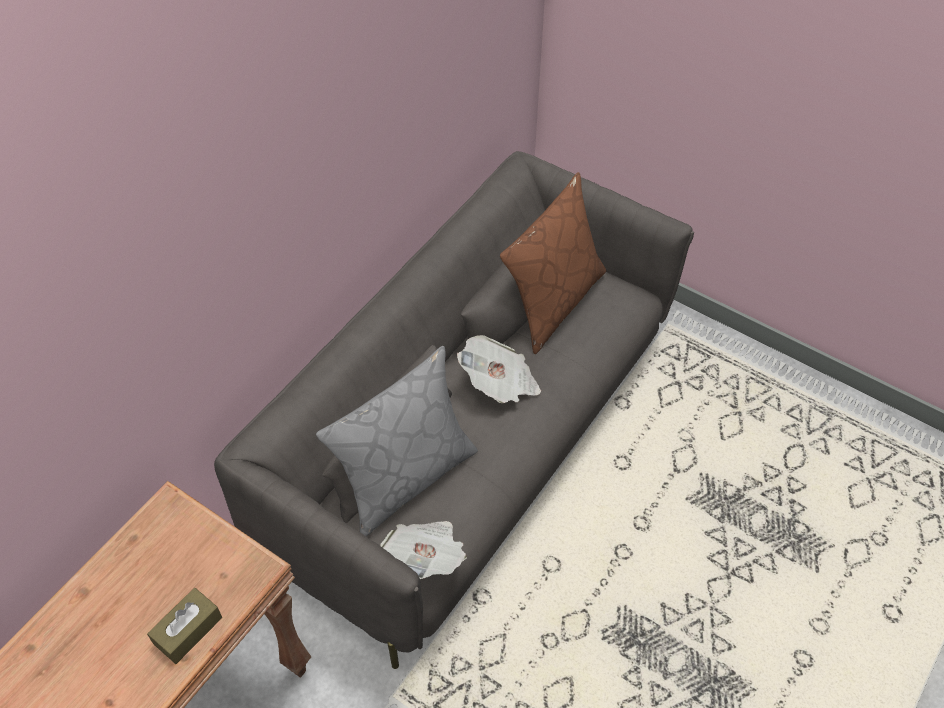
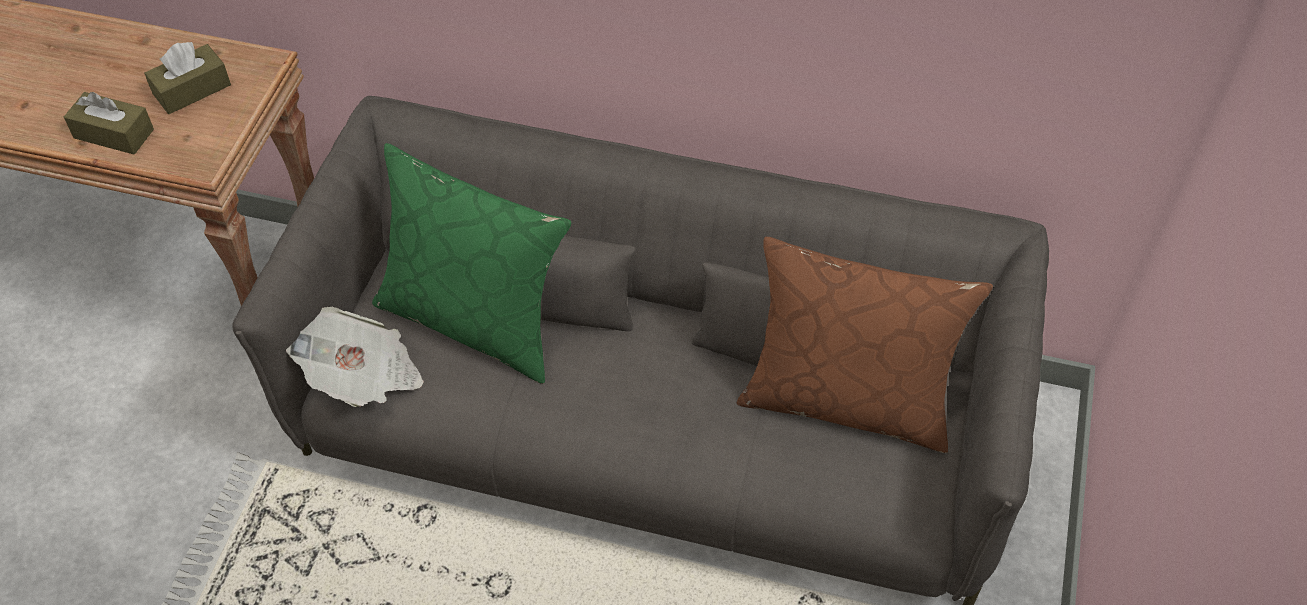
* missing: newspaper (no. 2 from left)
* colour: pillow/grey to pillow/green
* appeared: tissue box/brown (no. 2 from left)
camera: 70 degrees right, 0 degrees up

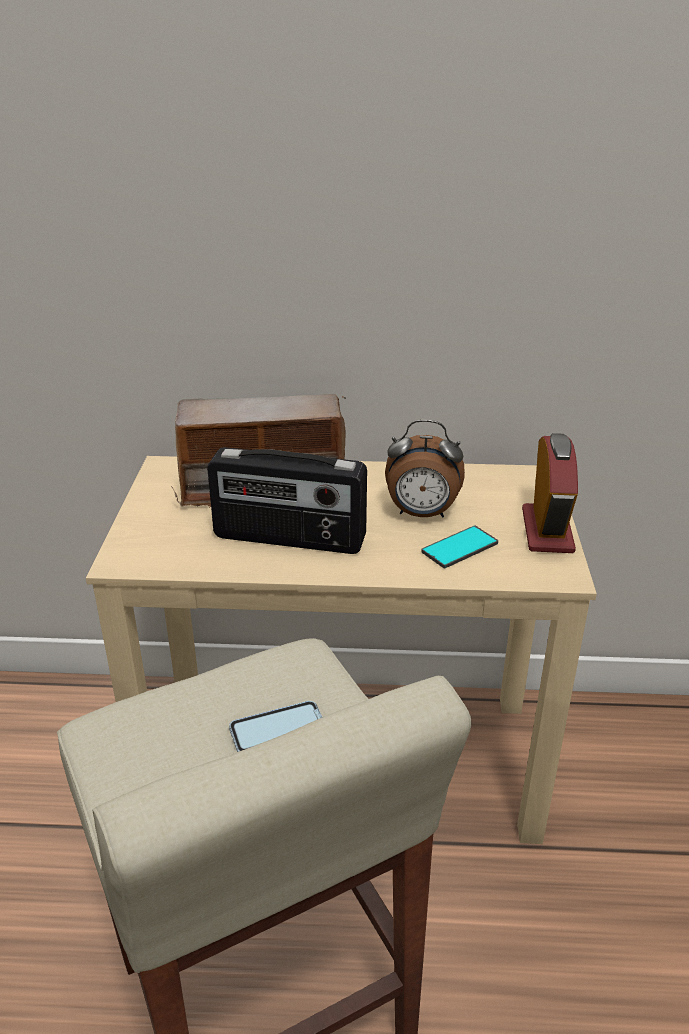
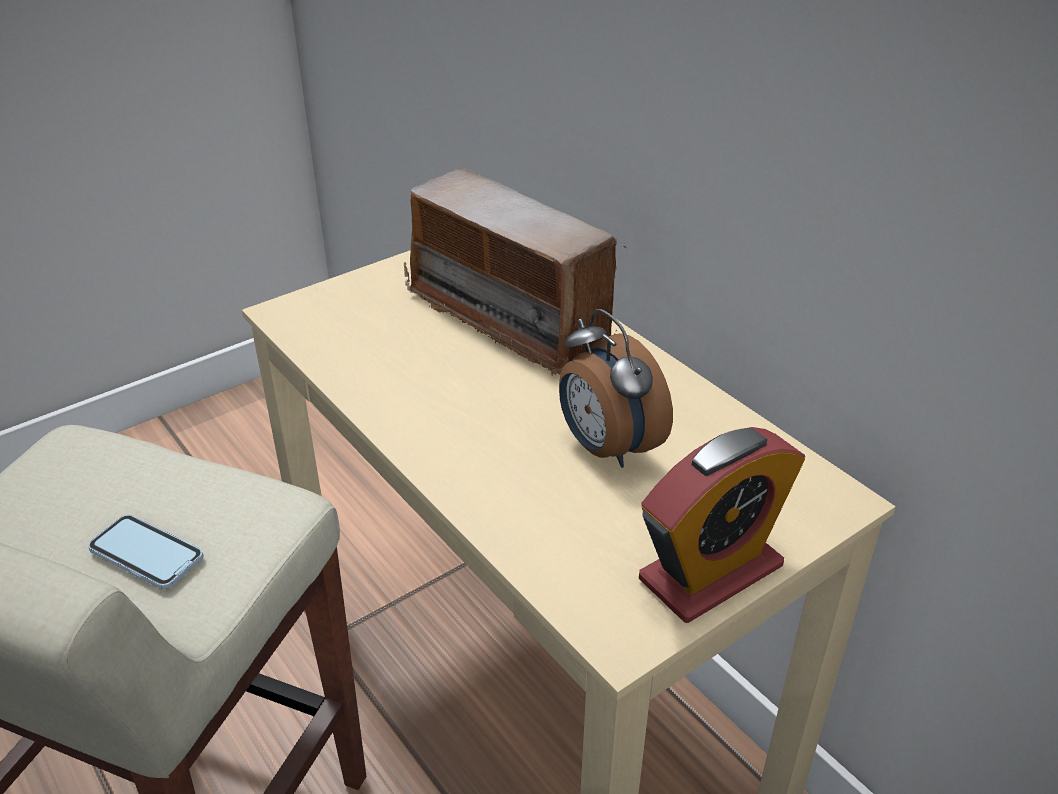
* missing: radio (no. 2 from left)
* missing: phone (no. 2 from left)
camera: 50 degrees right, 5 degrees up

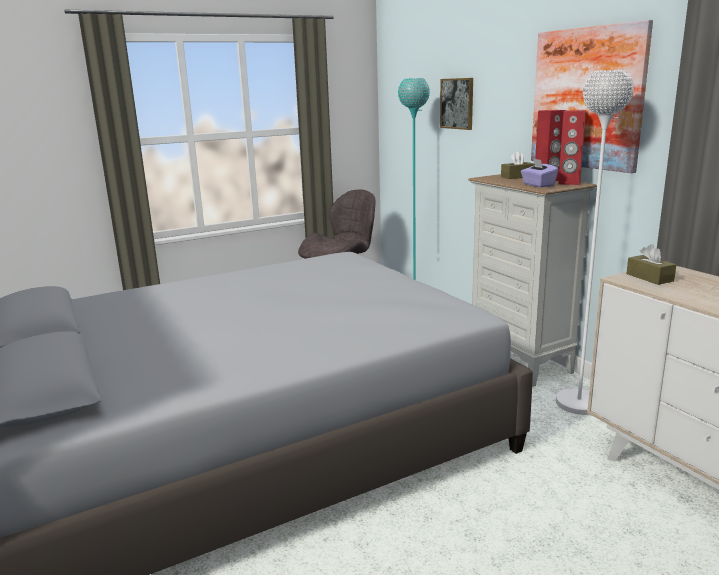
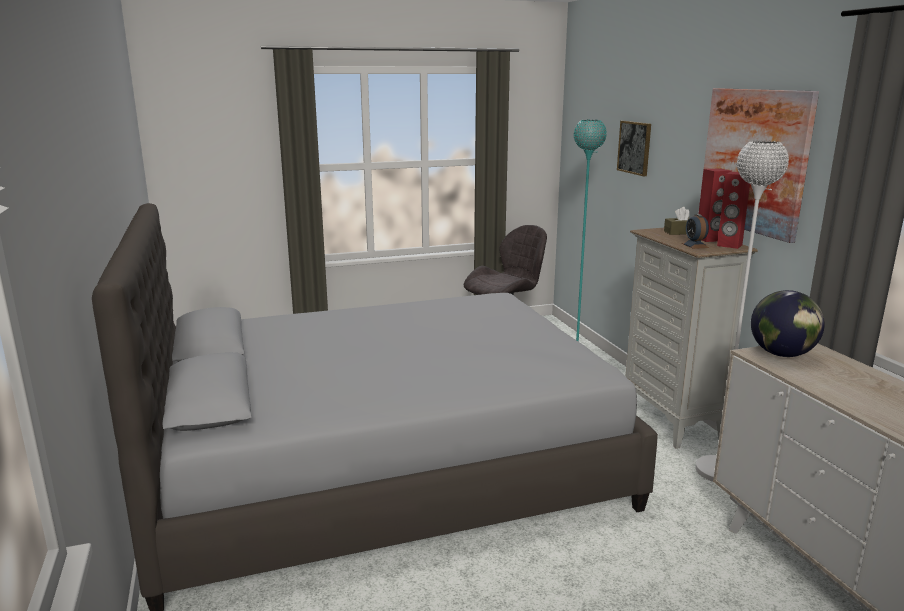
* exchanged: tissue box/purple to alarm clock
* exchanged: tissue box/brown (no. 2 from left) to globe
camera: 10 degrees right, 0 degrees up

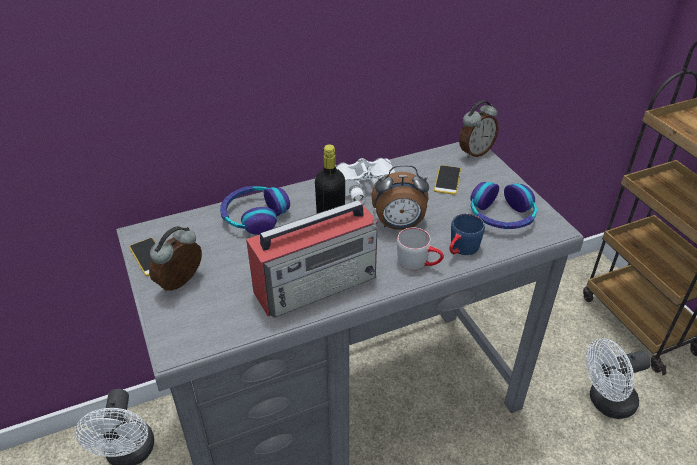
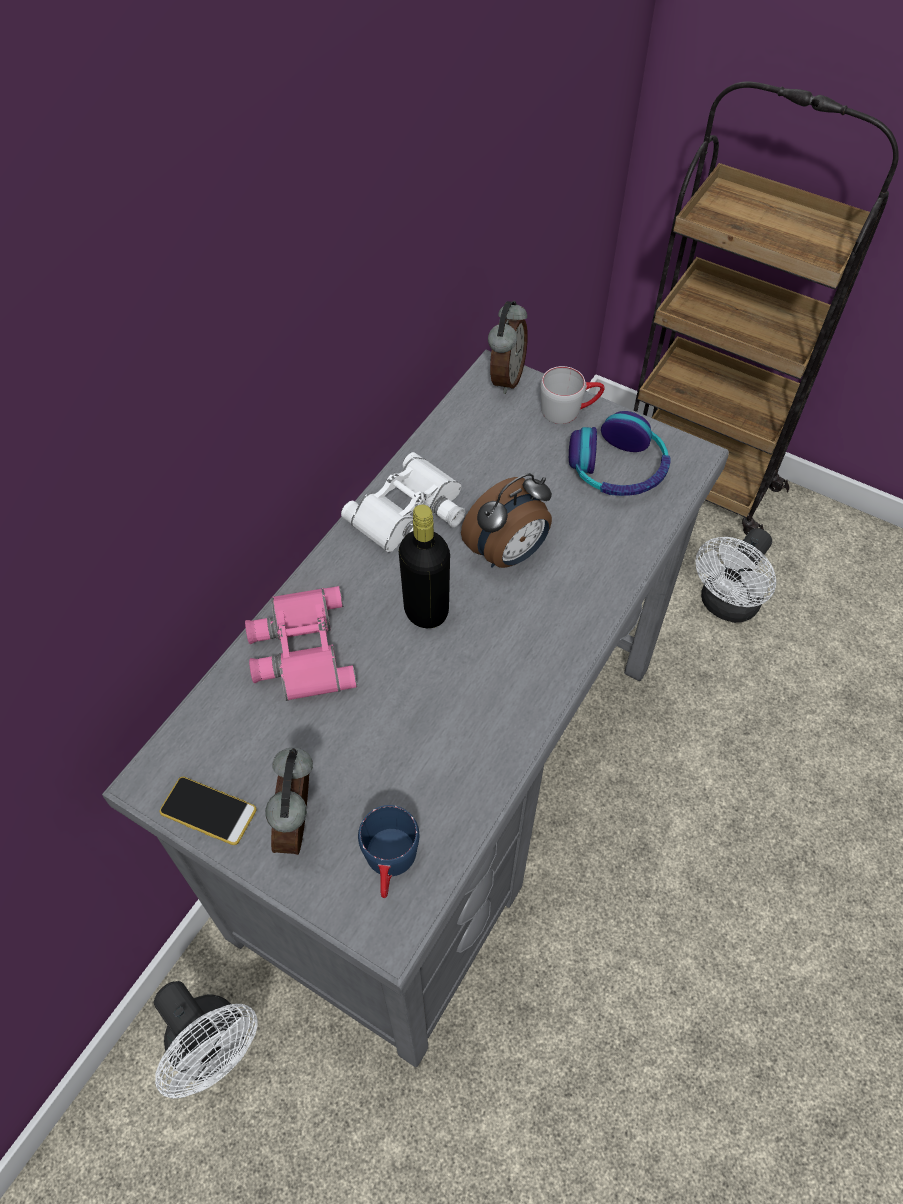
* missing: phone (no. 2 from left)
* exchanged: headphones (no. 1 from left) to binoculars/pink
* missing: radio
* relocated: mug/blue
* relocated: mug/grey
camera: 35 degrees left, 15 degrees up

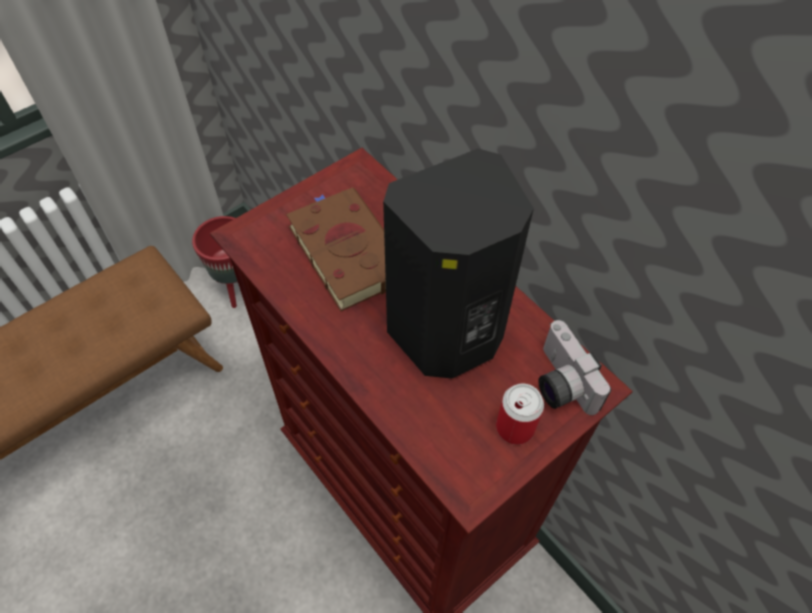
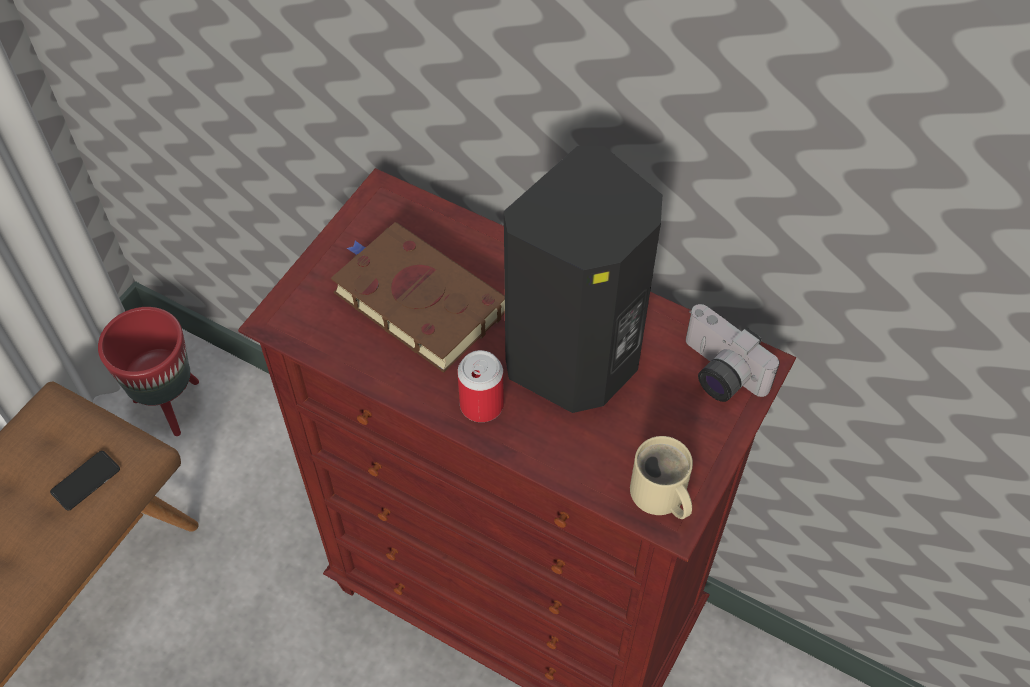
* relocated: can
* appeared: mug/beige
* appeared: phone
camera: 20 degrees left, 0 degrees up

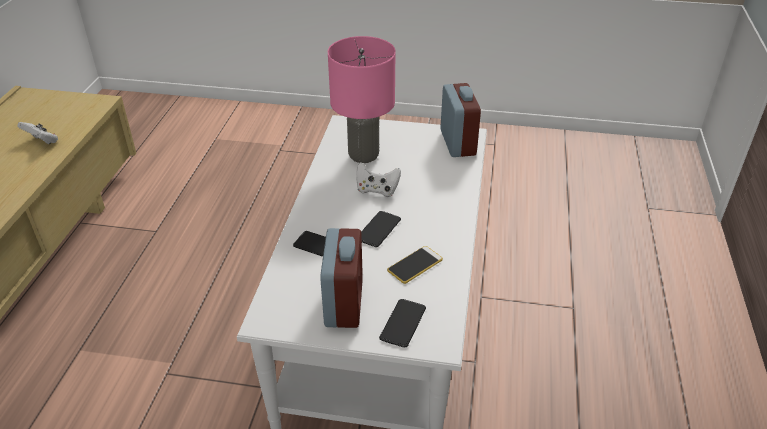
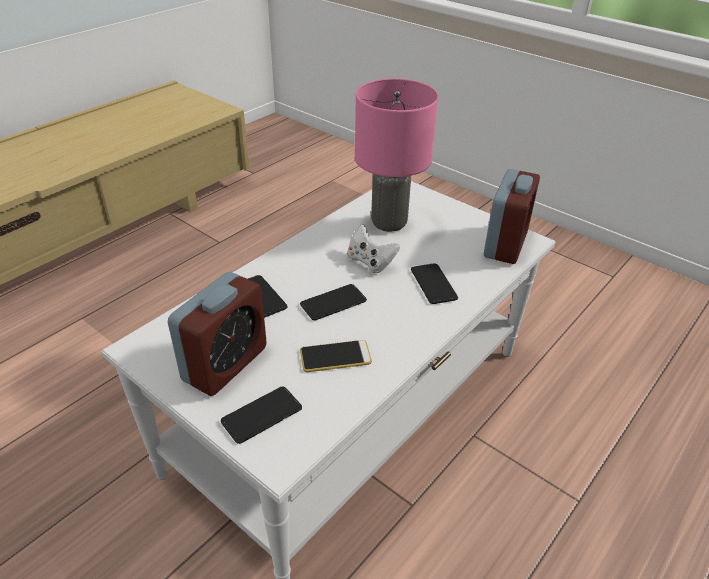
* missing: game controller/white (no. 1 from left)
* appeared: phone (no. 5 from left)
camera: 30 degrees right, 0 degrees up

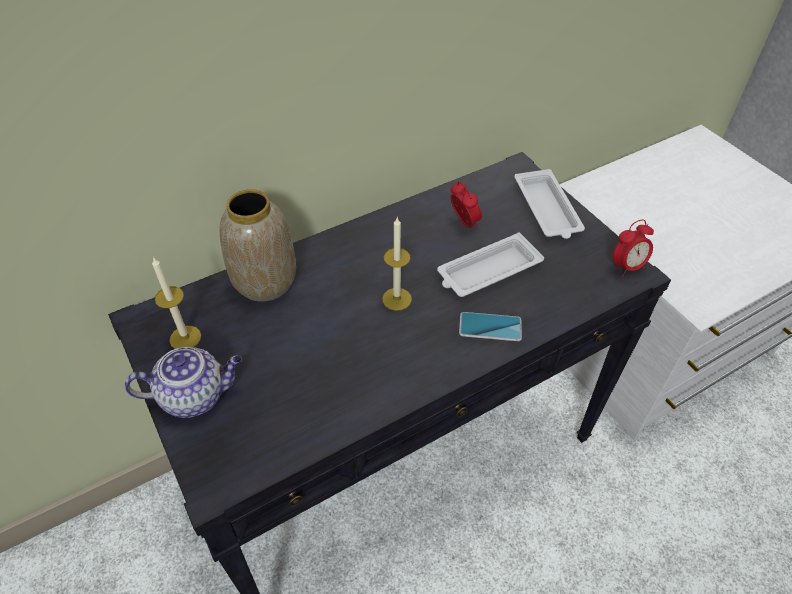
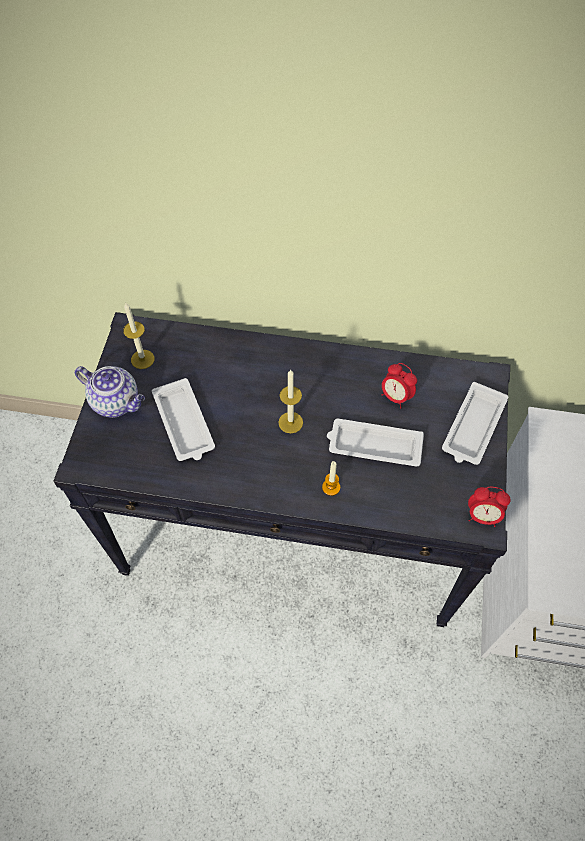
* spun: alarm clock (no. 1 from left) 120 degrees clockwise
* missing: vase
* exchanged: phone to candle (no. 3 from left)
* appeared: tray/white (no. 1 from left)
camera: 40 degrees right, 10 degrees up

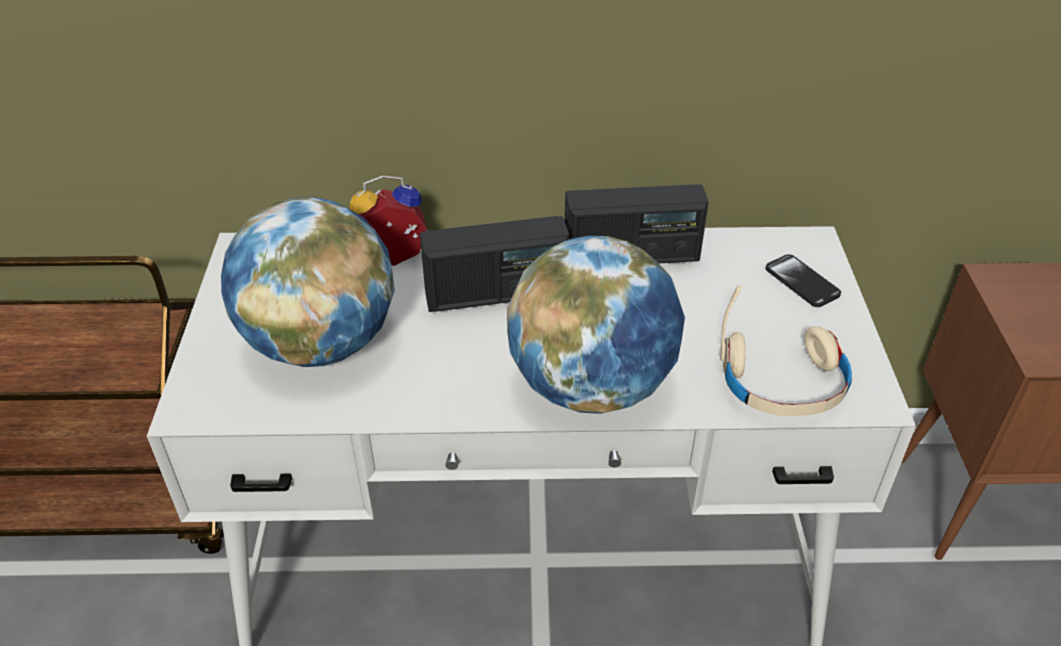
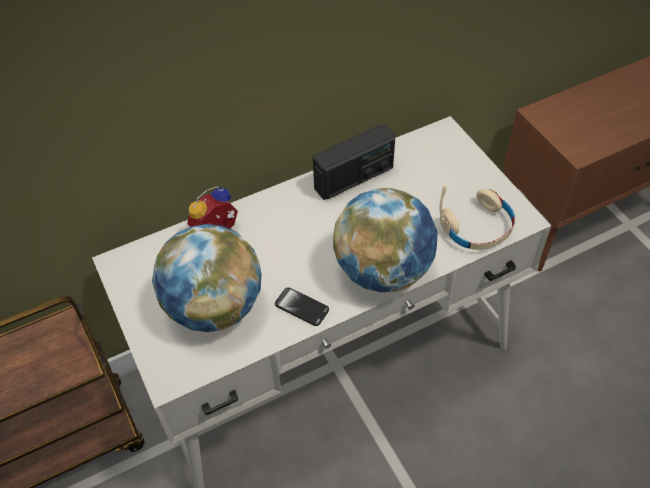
* missing: radio (no. 1 from left)
* relocated: phone
camera: 25 degrees left, 10 degrees up

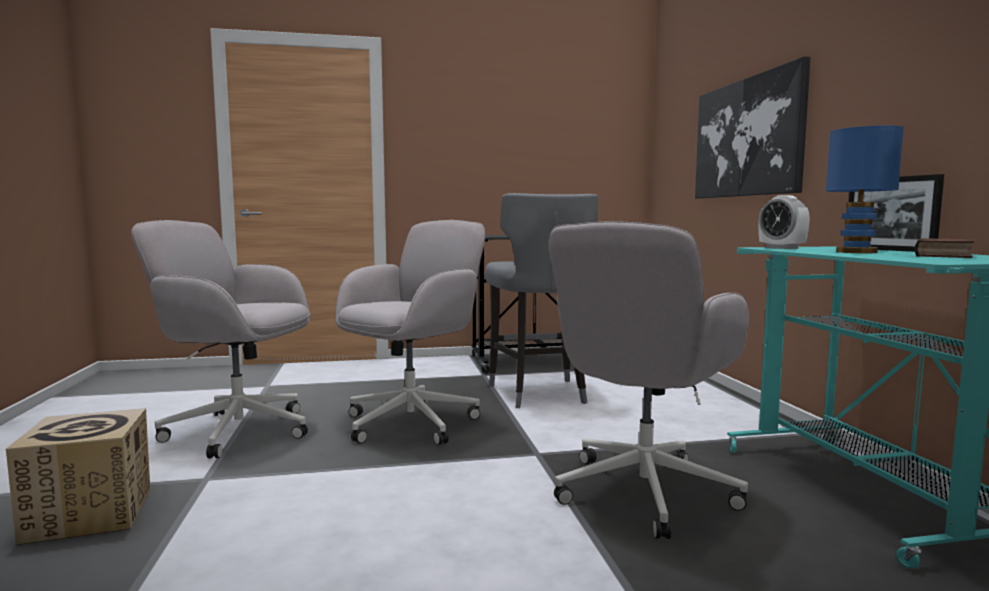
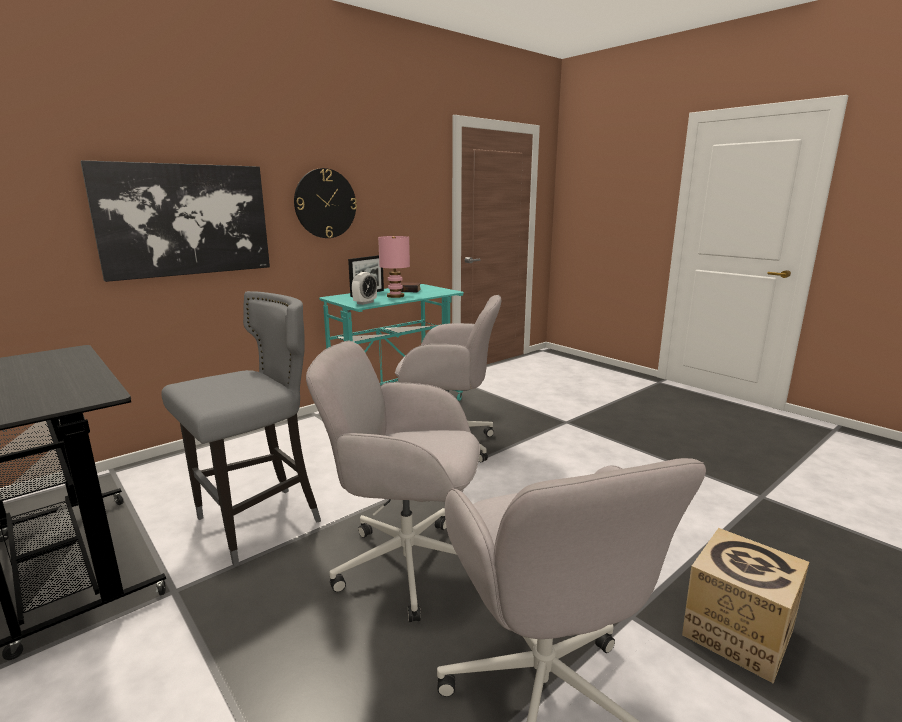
* colour: table lamp/blue to table lamp/pink
* appeared: wall clock
camera: 120 degrees left, 10 degrees up

